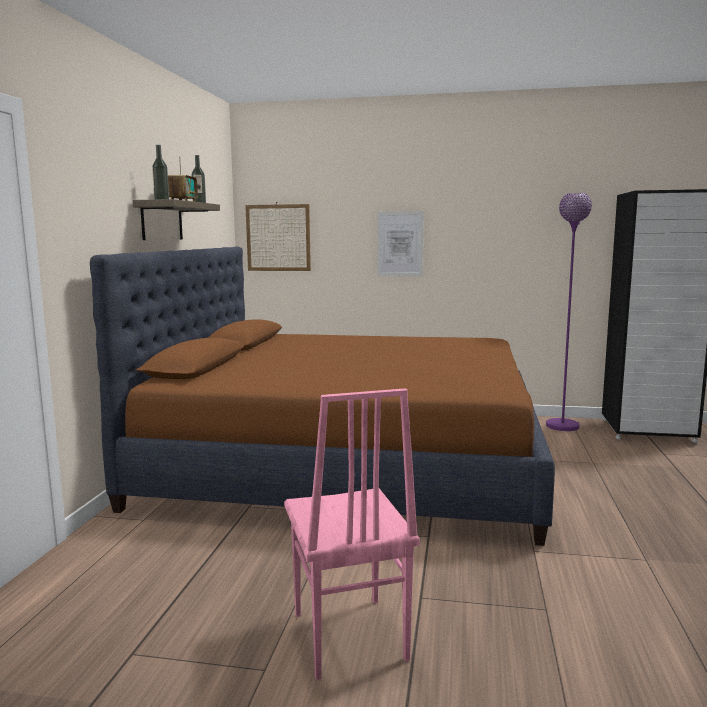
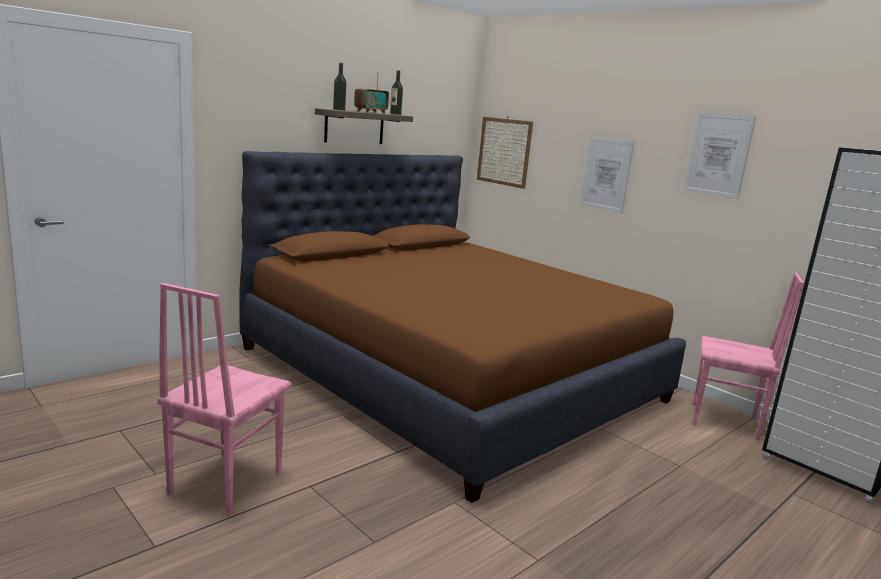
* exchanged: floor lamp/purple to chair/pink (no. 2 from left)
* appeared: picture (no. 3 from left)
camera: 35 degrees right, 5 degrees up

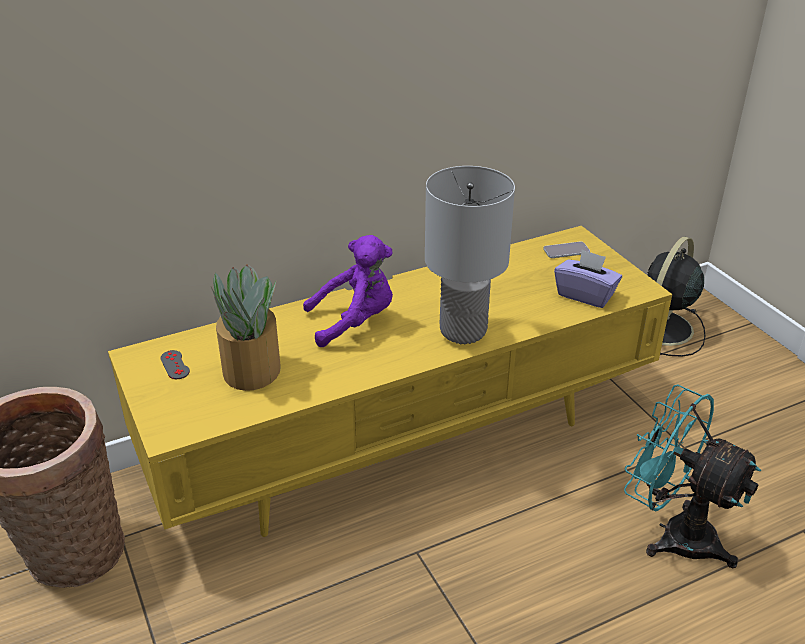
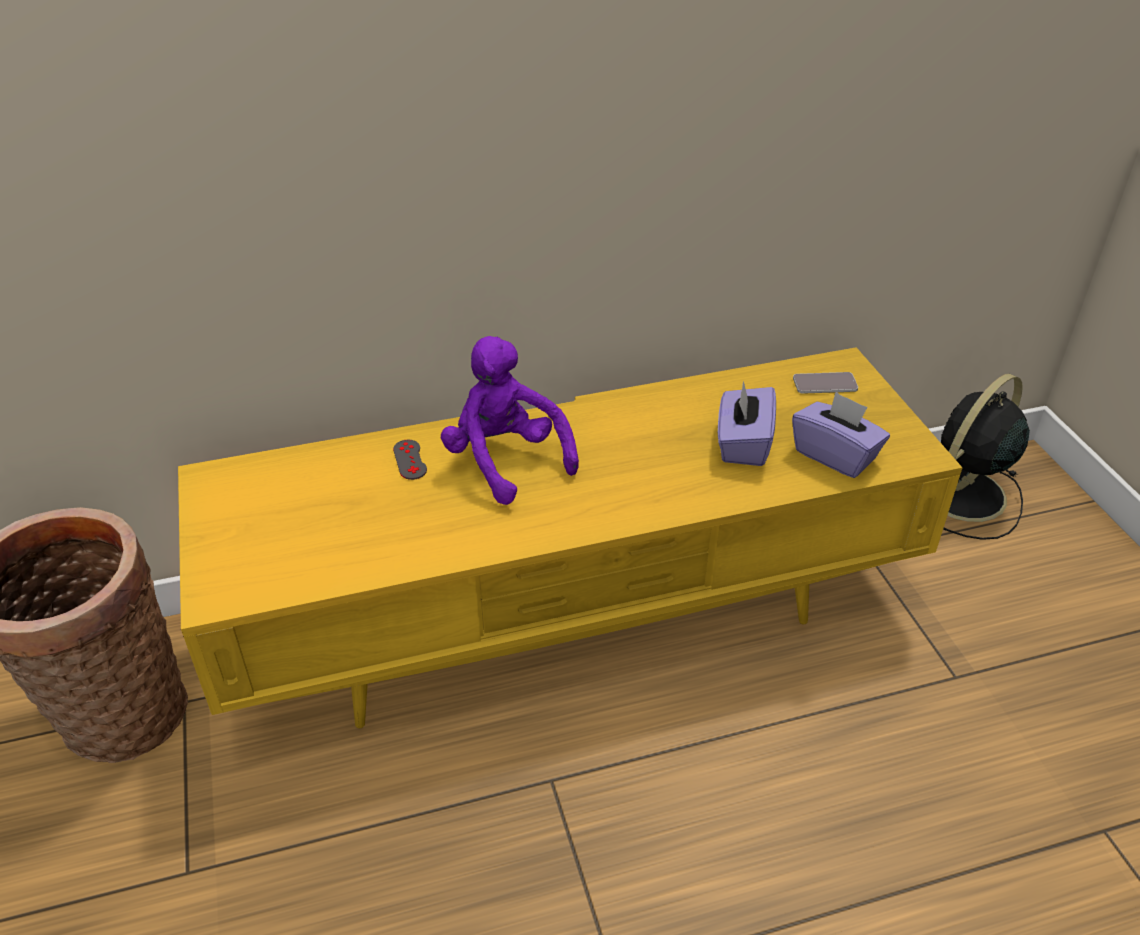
* missing: table lamp/grey
* spun: plush toy/purple 120 degrees counterclockwise
* missing: potted plant
* relocated: game controller/grey
* missing: fan/turquoise
* appeared: tissue box/purple (no. 1 from left)
camera: 10 degrees right, 5 degrees up

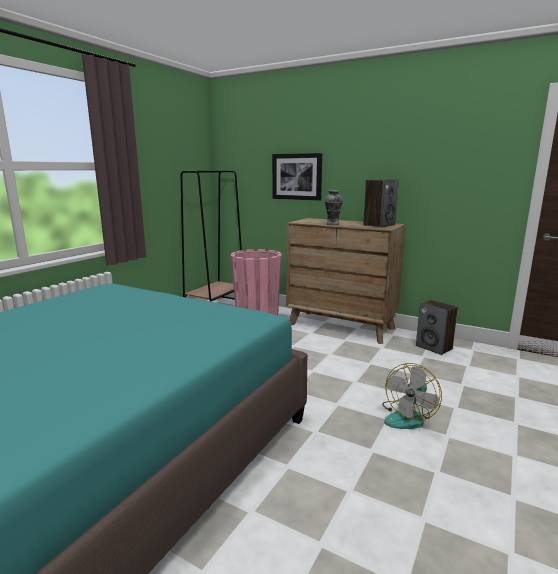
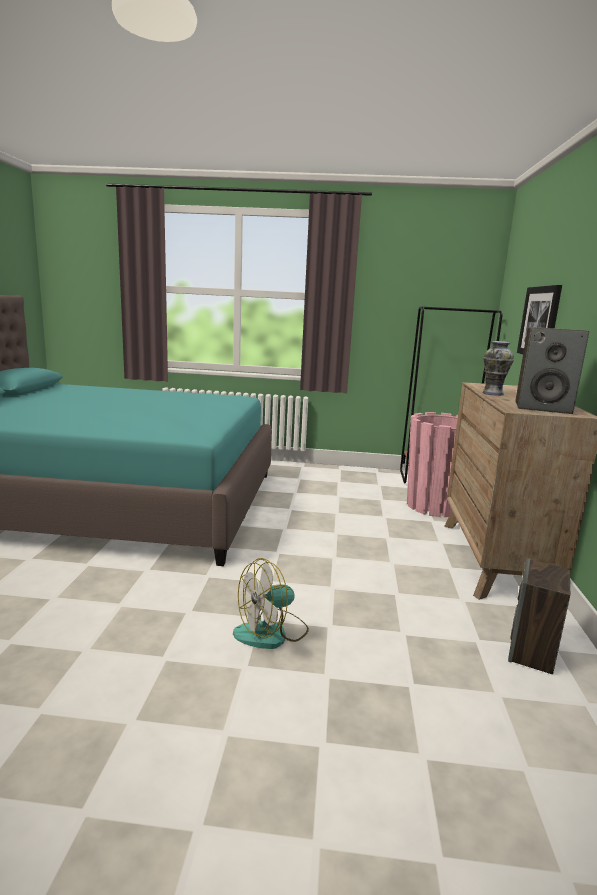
* spun: fan 45 degrees counterclockwise
camera: 65 degrees right, 0 degrees up

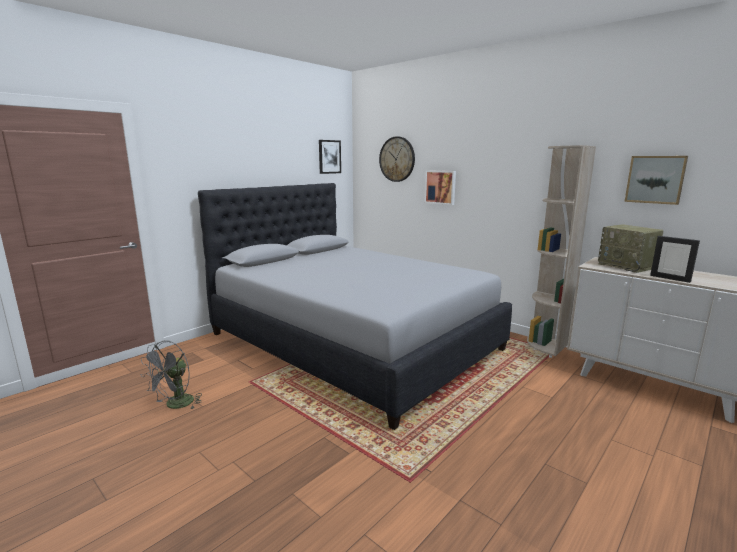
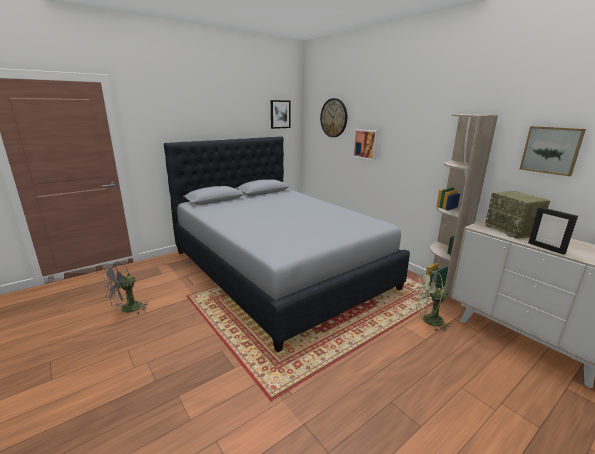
* appeared: fan/green
camera: 10 degrees right, 5 degrees up

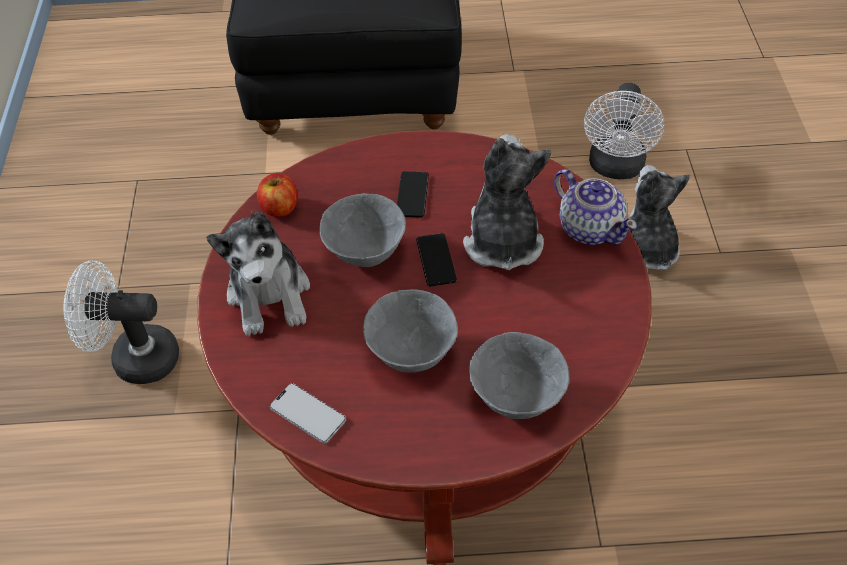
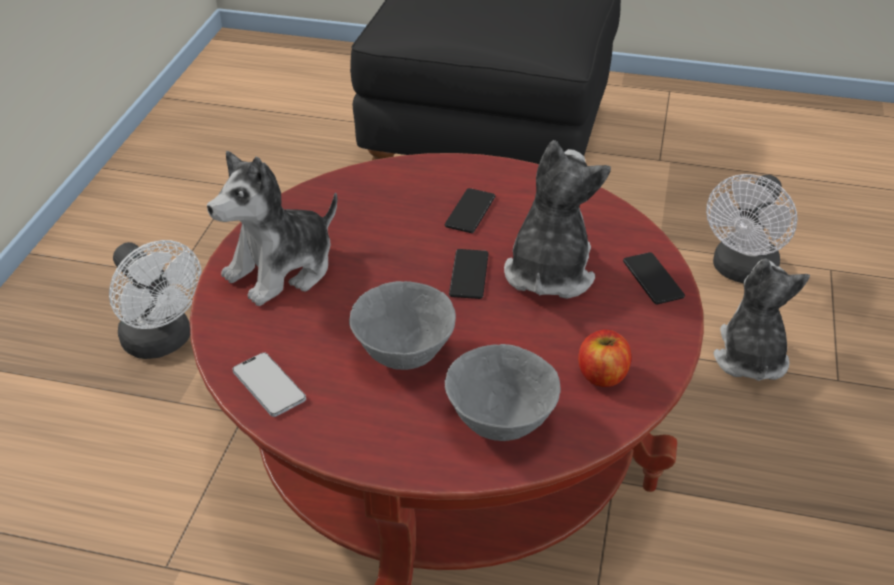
* exchanged: teapot to phone (no. 4 from left)
* relocated: apple
* missing: bowl/grey (no. 1 from left)
* spun: plush toy (no. 1 from left) 45 degrees clockwise
* spun: fan/white (no. 1 from left) 150 degrees counterclockwise
camera: 15 degrees right, 10 degrees down

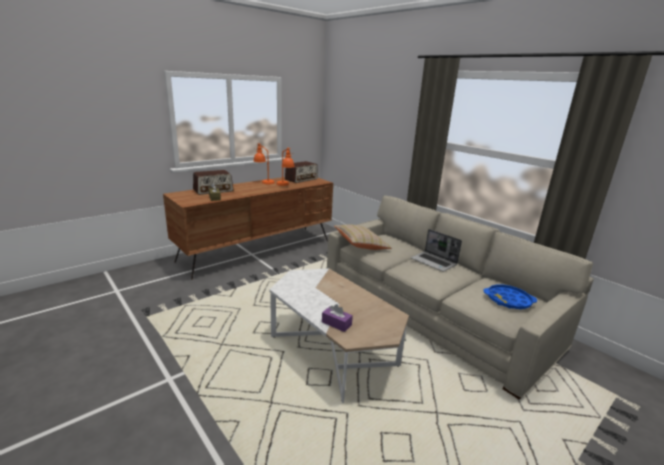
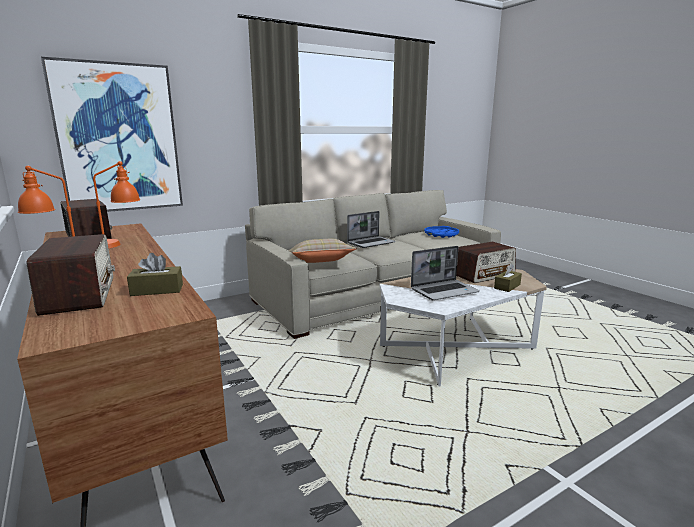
* colour: tissue box/purple to tissue box/brown (no. 2 from left)
* appeared: picture
* appeared: radio (no. 3 from left)
* appeared: laptop (no. 2 from left)
camera: 80 degrees left, 5 degrees down

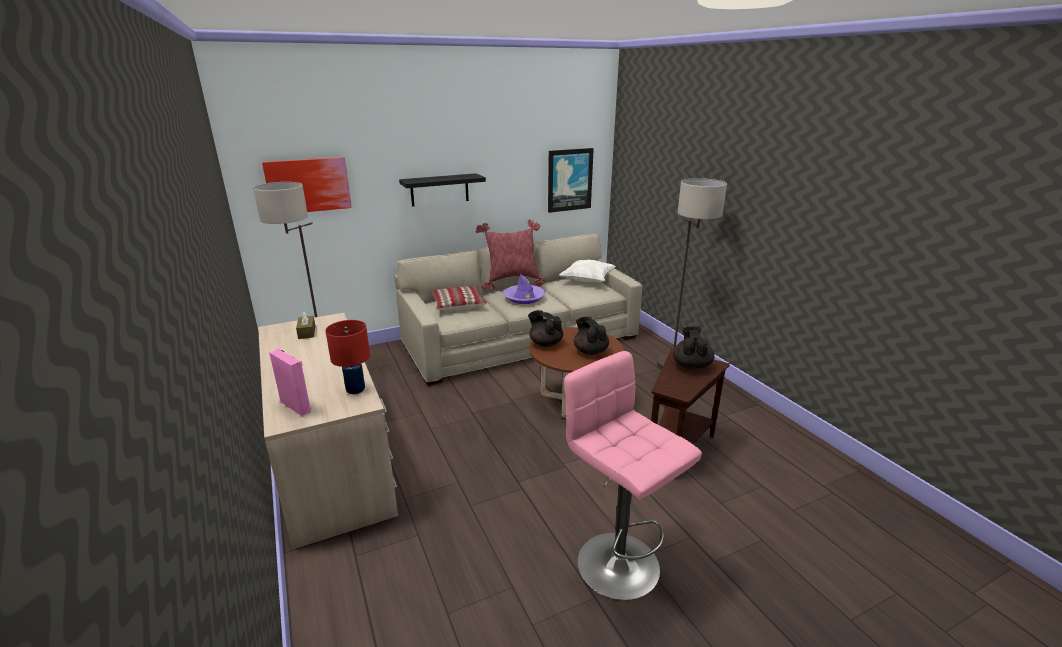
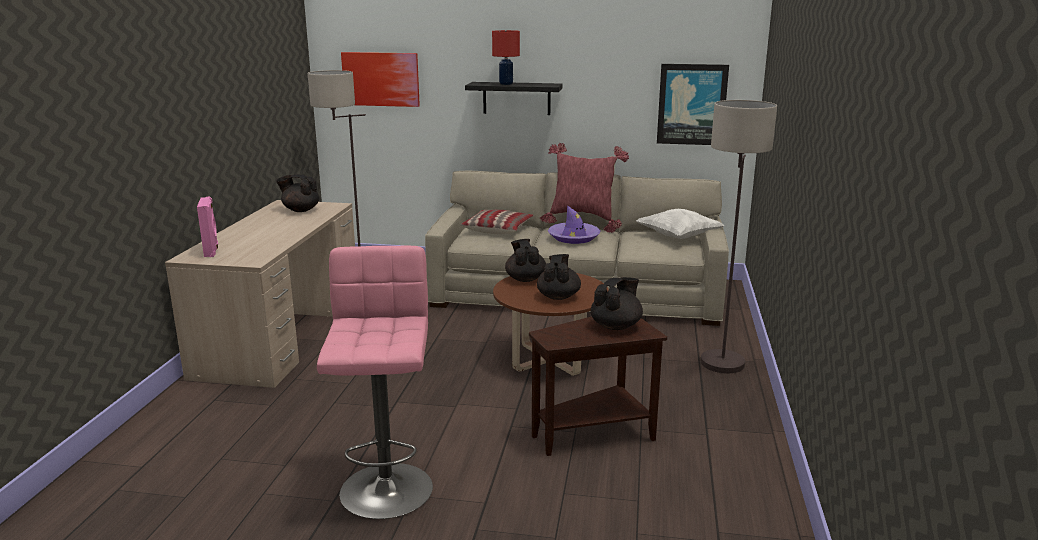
* exchanged: tissue box/brown to teapot/black (no. 1 from left)
* relocated: table lamp/red
camera: 35 degrees right, 5 degrees down

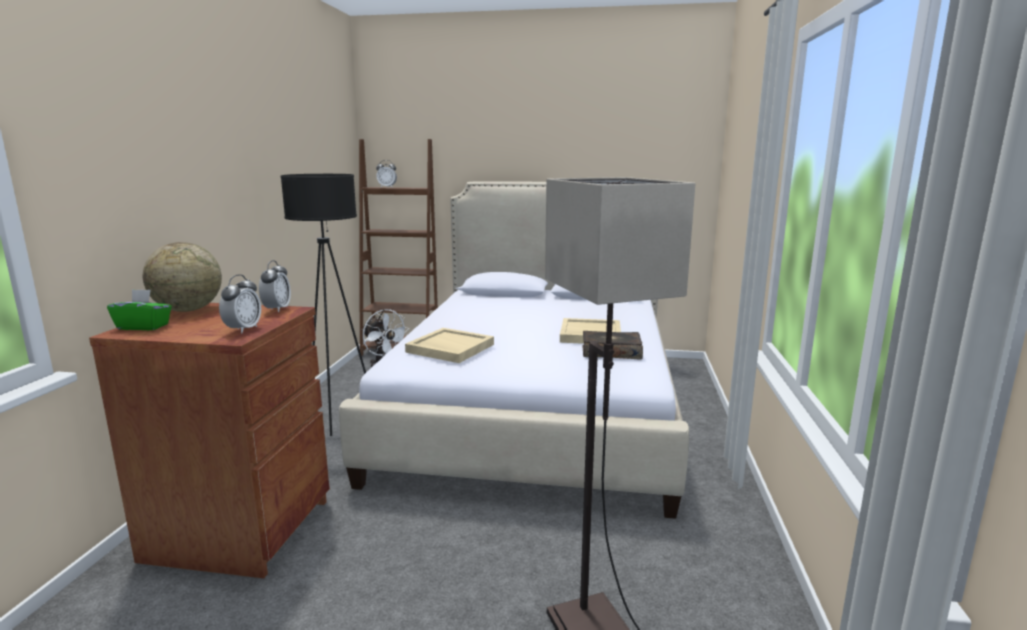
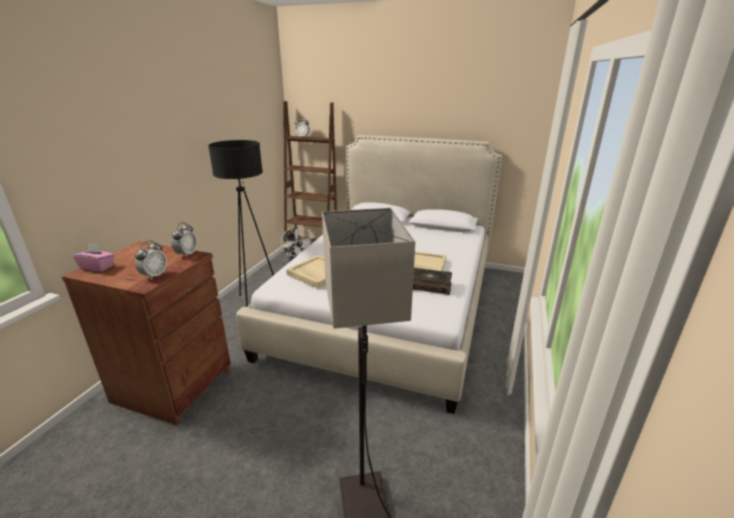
* missing: globe
* colour: tissue box/green to tissue box/pink
camera: 10 degrees right, 10 degrees up

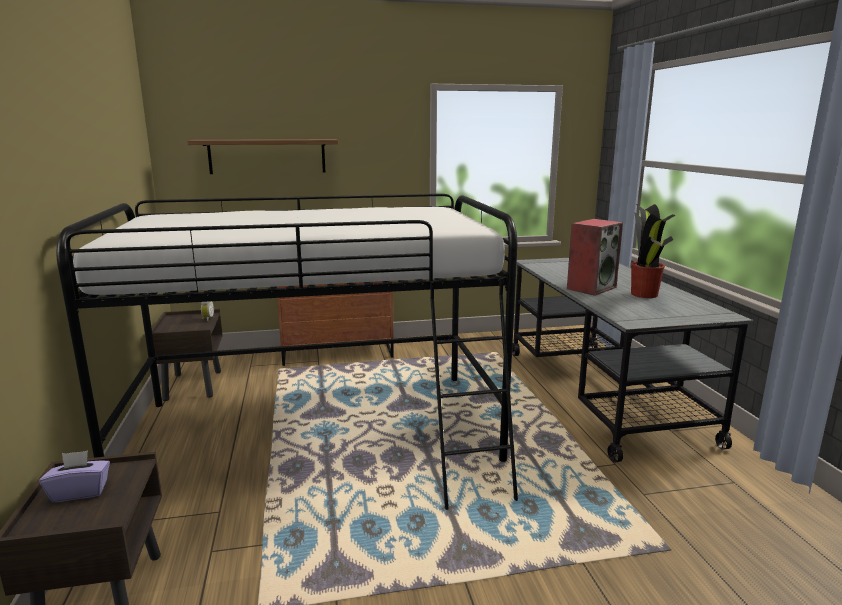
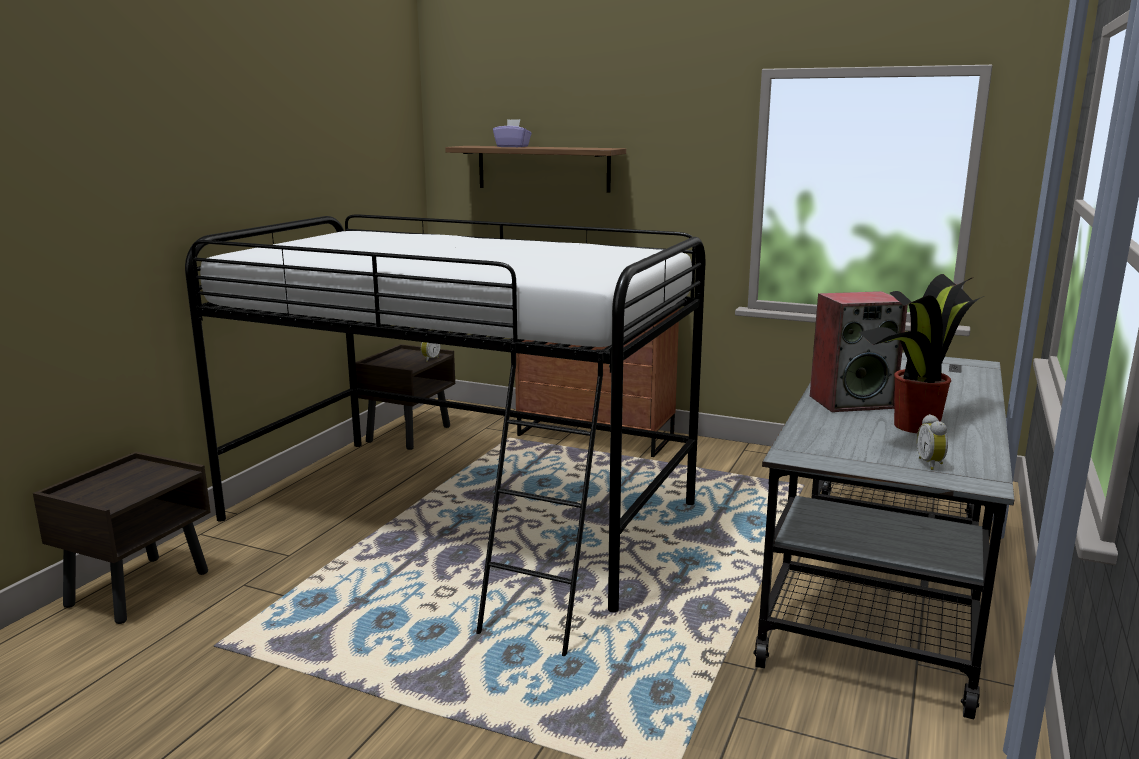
* relocated: tissue box/purple
* appeared: alarm clock (no. 2 from left)
camera: 35 degrees right, 0 degrees up

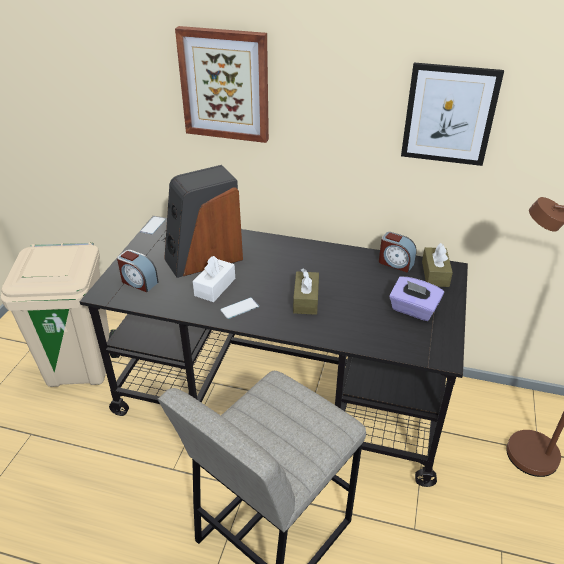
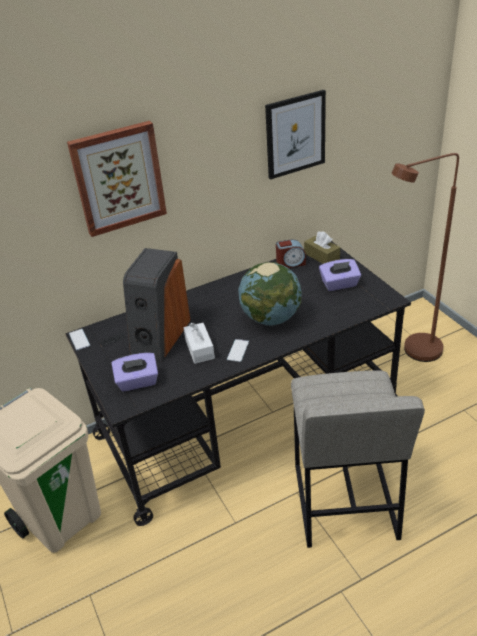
* exchanged: alarm clock (no. 1 from left) to tissue box/purple (no. 1 from left)
* exchanged: tissue box/brown (no. 1 from left) to globe
camera: 40 degrees left, 0 degrees up

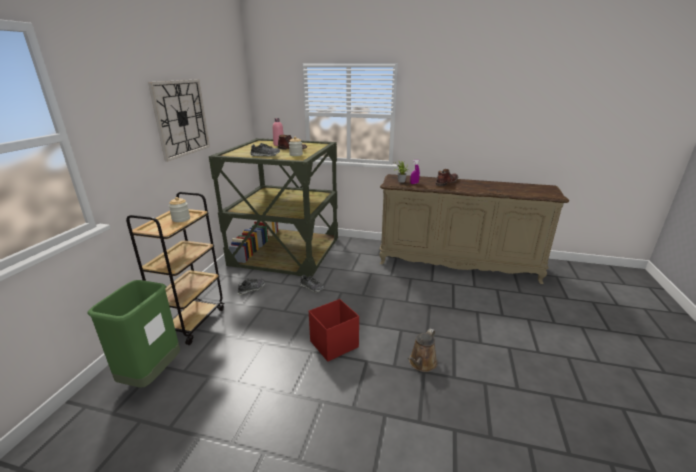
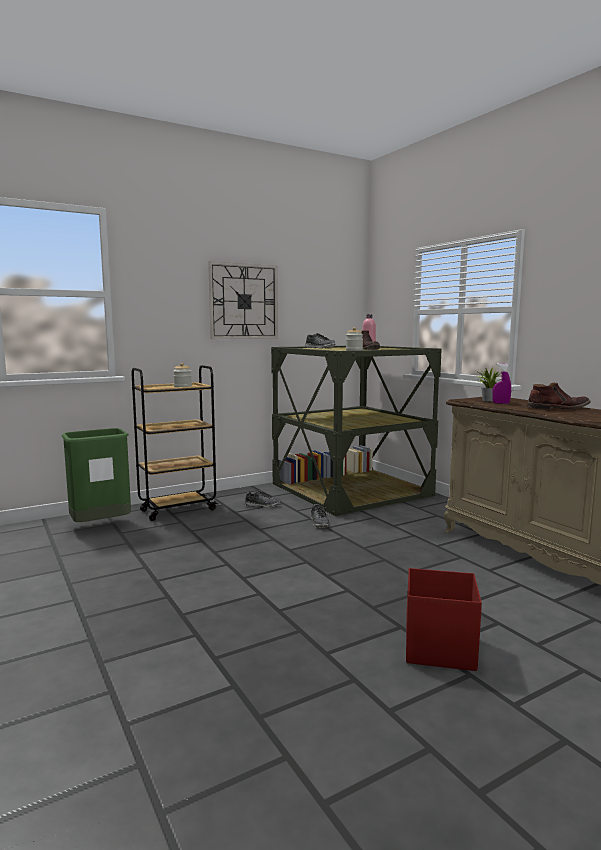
* relocated: storage box/red
* missing: watering can/brown
camera: 45 degrees right, 15 degrees down

